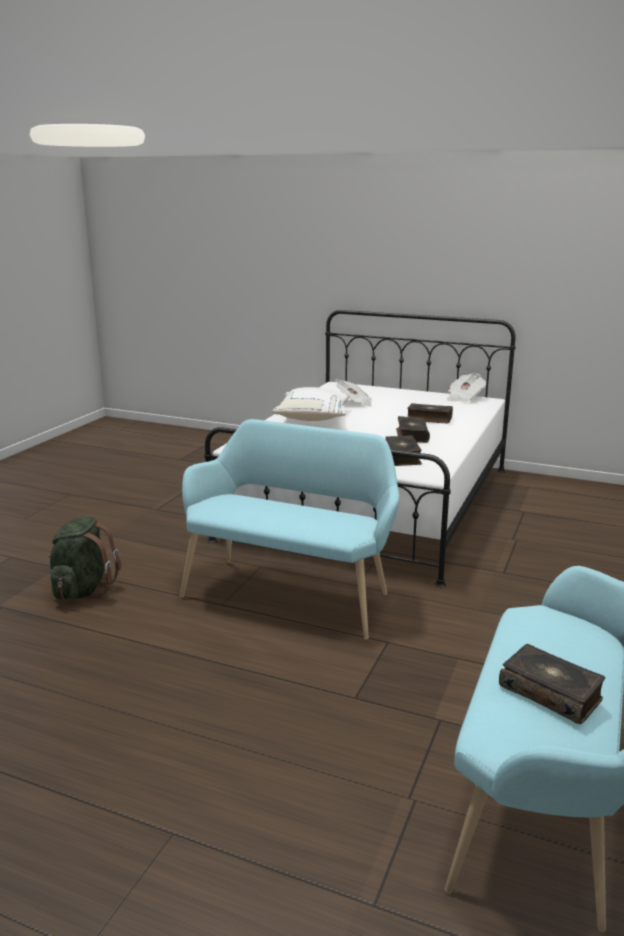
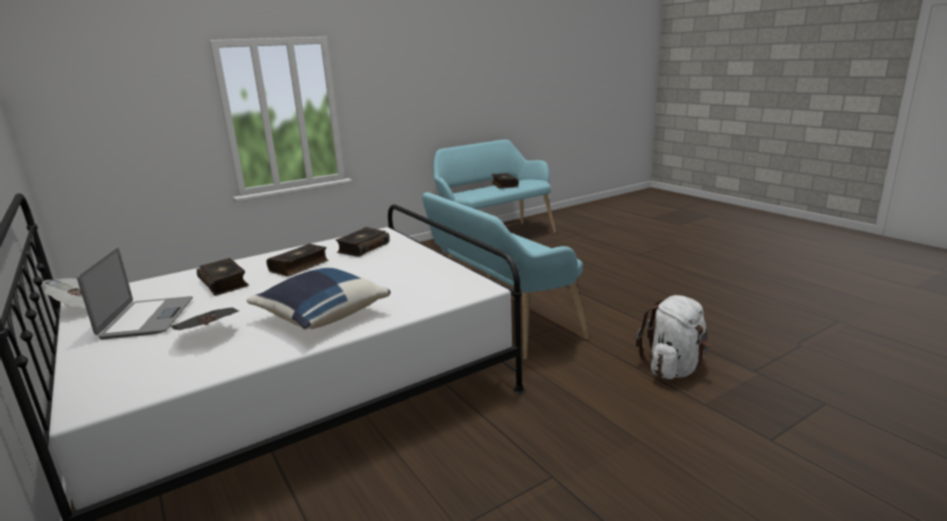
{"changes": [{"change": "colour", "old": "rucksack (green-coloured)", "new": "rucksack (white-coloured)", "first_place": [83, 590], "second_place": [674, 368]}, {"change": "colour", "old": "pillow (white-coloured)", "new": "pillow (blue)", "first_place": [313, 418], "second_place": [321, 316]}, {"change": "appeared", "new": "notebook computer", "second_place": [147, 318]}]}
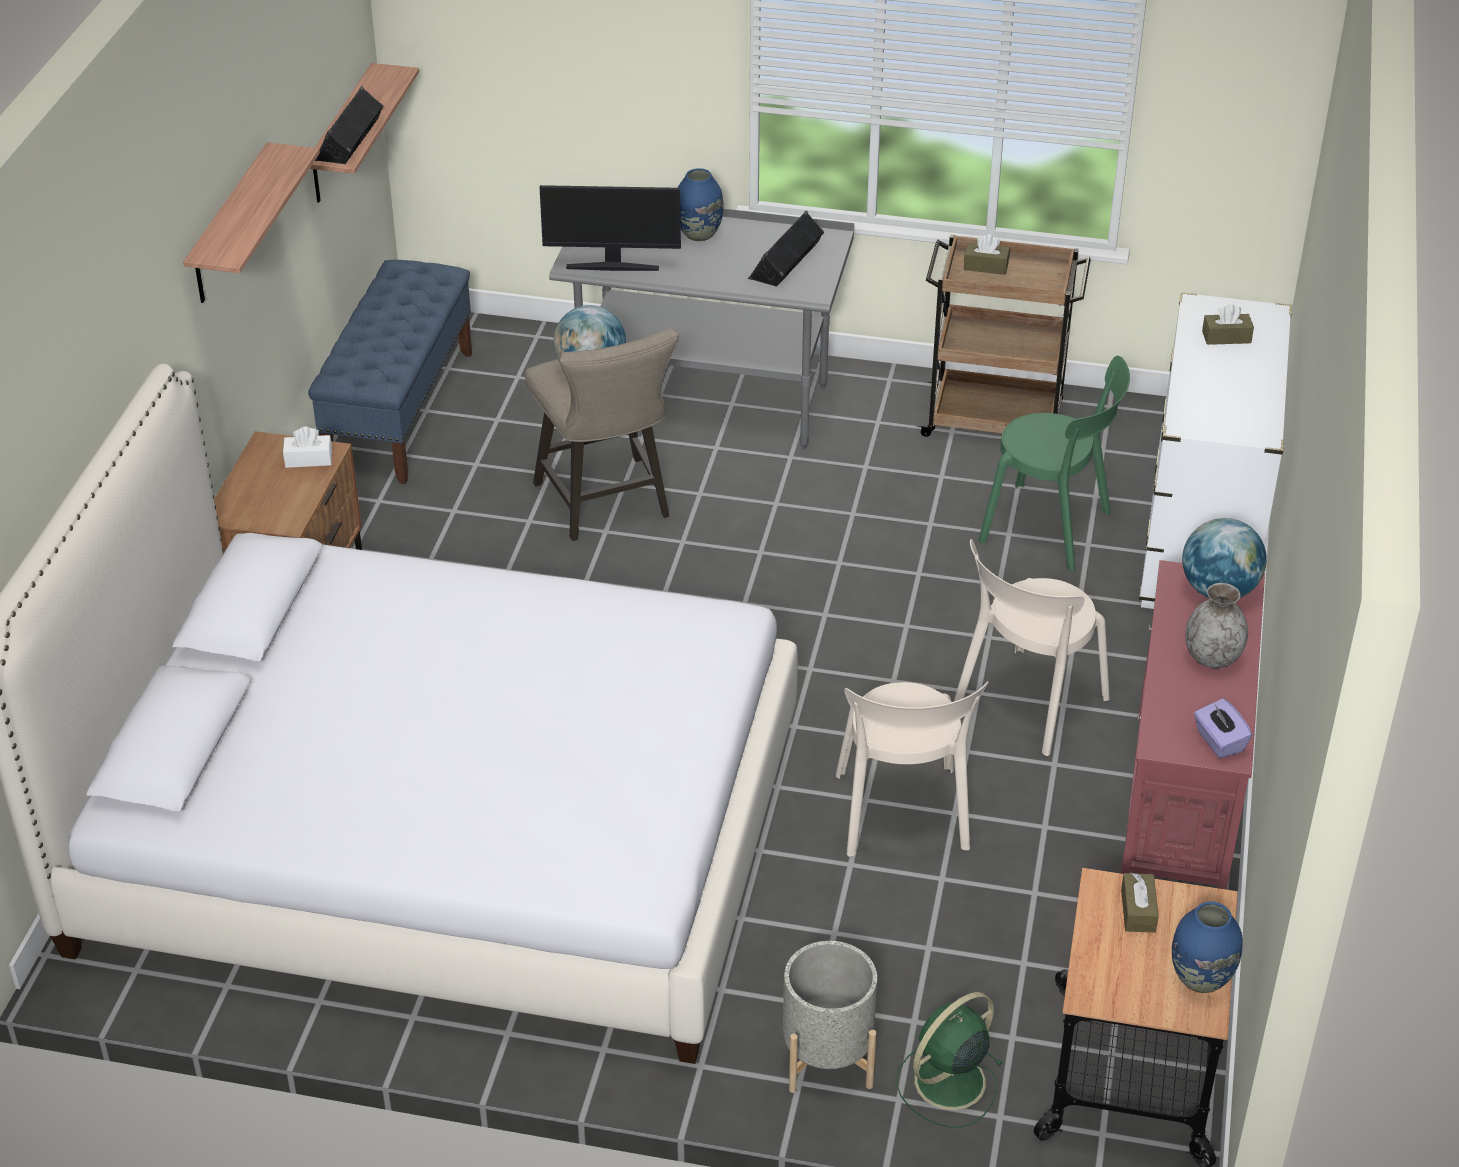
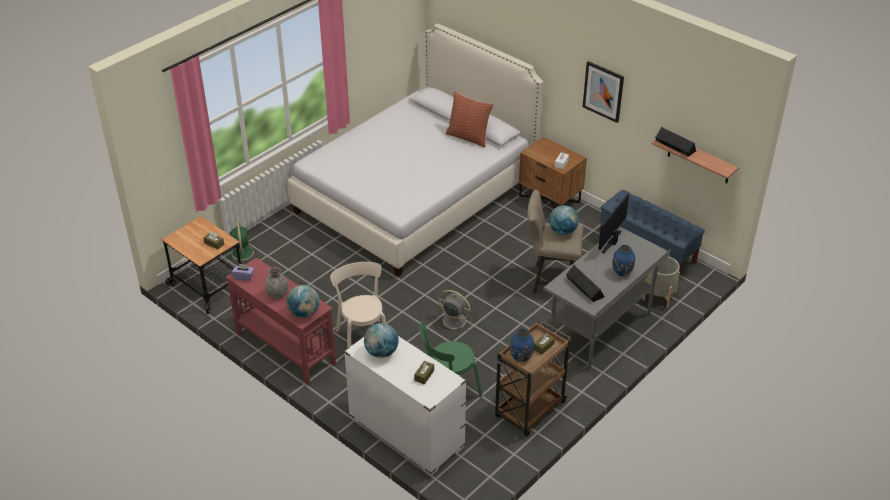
{"changes": [{"change": "exchanged", "old": "bracket shelf", "new": "wall art", "first_place": [230, 226], "second_place": [603, 91]}, {"change": "relocated", "old": "plant pot (gray)", "first_place": [827, 1057], "second_place": [659, 295]}, {"change": "missing", "old": "plain chair (beige-coloured)", "first_place": [902, 817]}, {"change": "relocated", "old": "flower vase (blue)", "first_place": [1200, 979], "second_place": [521, 357]}, {"change": "appeared", "new": "desk globe", "second_place": [381, 352]}, {"change": "appeared", "new": "cooling fan (gray)", "second_place": [453, 320]}, {"change": "appeared", "new": "pillow", "second_place": [468, 137]}]}
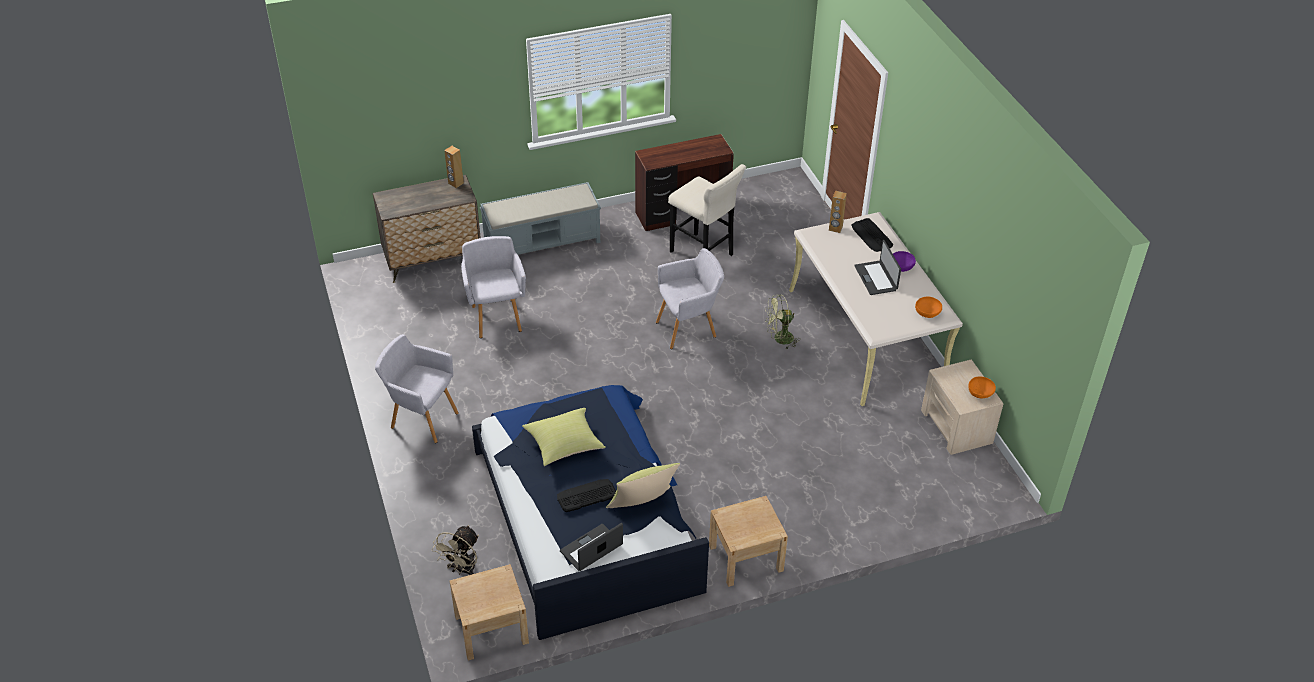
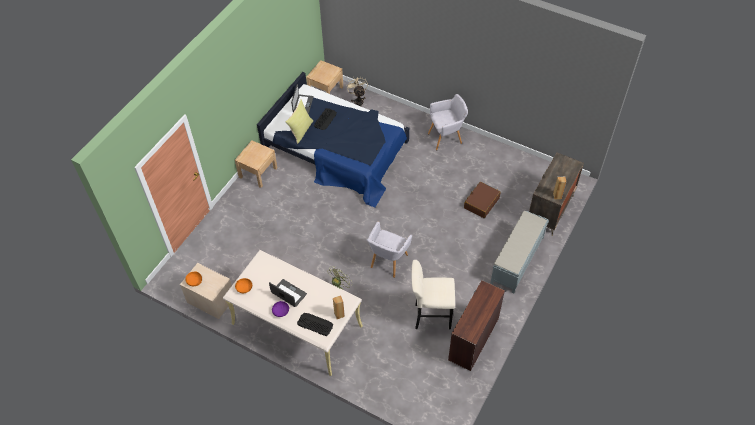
{"changes": [{"change": "exchanged", "old": "easy chair (gray)", "new": "travel case (brown)", "first_place": [496, 316], "second_place": [481, 203]}, {"change": "missing", "old": "pillow (yellow-coloured)", "first_place": [564, 446]}]}
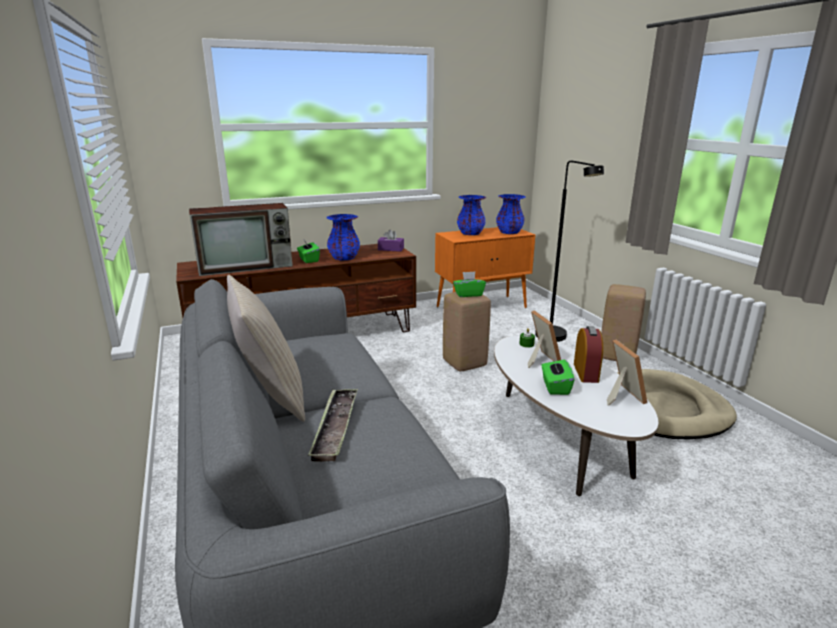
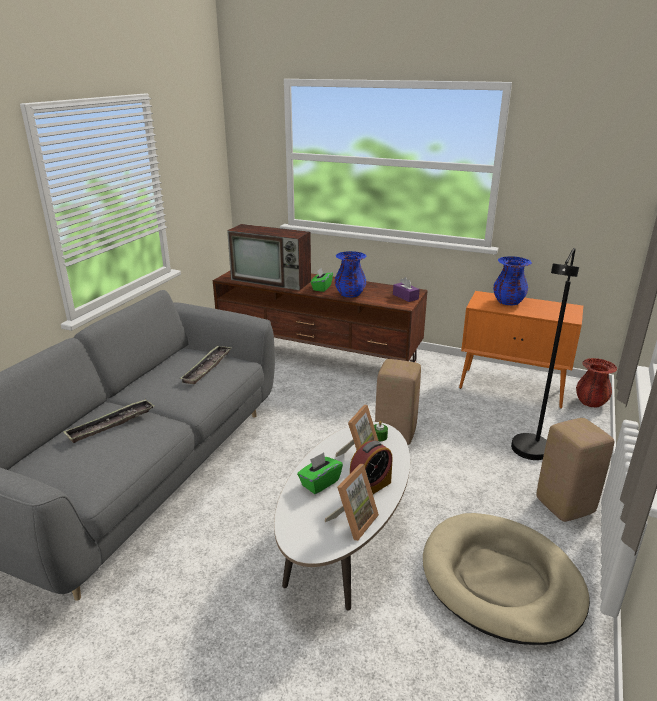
{"changes": [{"change": "missing", "old": "pillow (beige-coloured)", "first_place": [270, 396]}, {"change": "missing", "old": "box of tissues (green-coloured)", "first_place": [468, 294]}, {"change": "missing", "old": "flower vase (blue)", "first_place": [509, 232]}, {"change": "appeared", "new": "carrying tray", "second_place": [207, 367]}, {"change": "appeared", "new": "flower vase (red)", "second_place": [591, 402]}]}
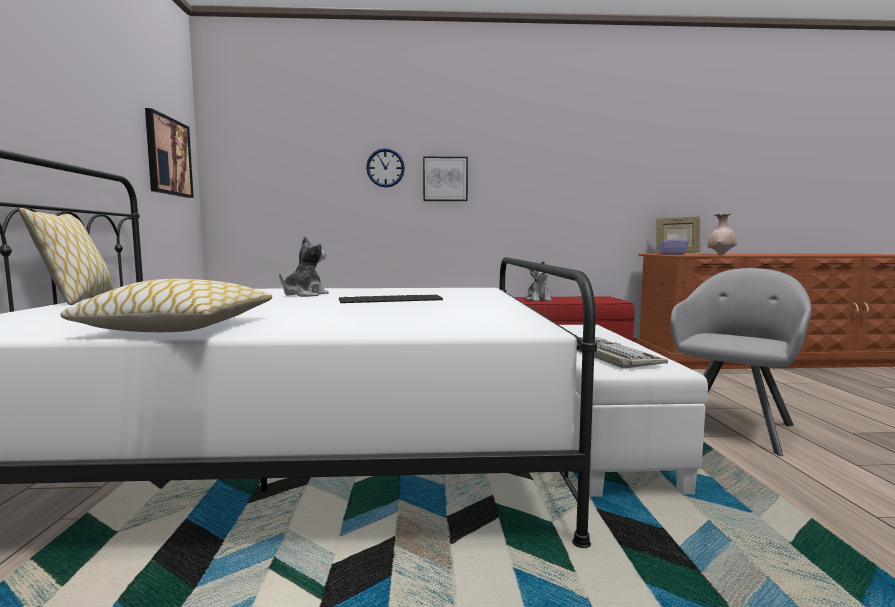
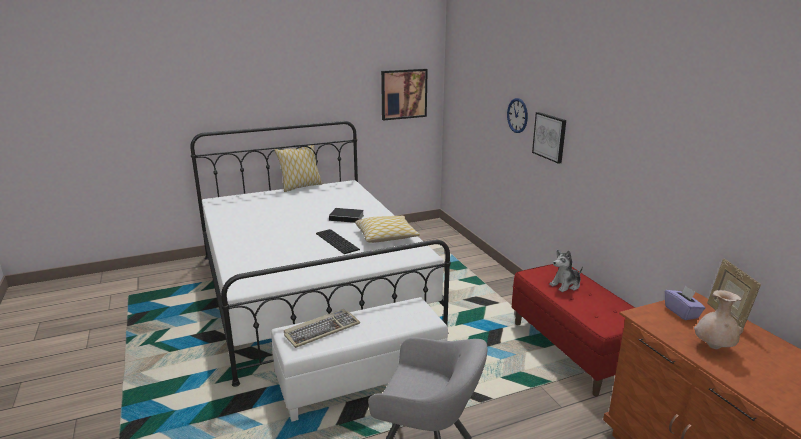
{"changes": [{"change": "relocated", "old": "pillow", "first_place": [180, 327], "second_place": [386, 236]}, {"change": "exchanged", "old": "cuddly toy", "new": "bound book", "first_place": [304, 295], "second_place": [348, 217]}]}
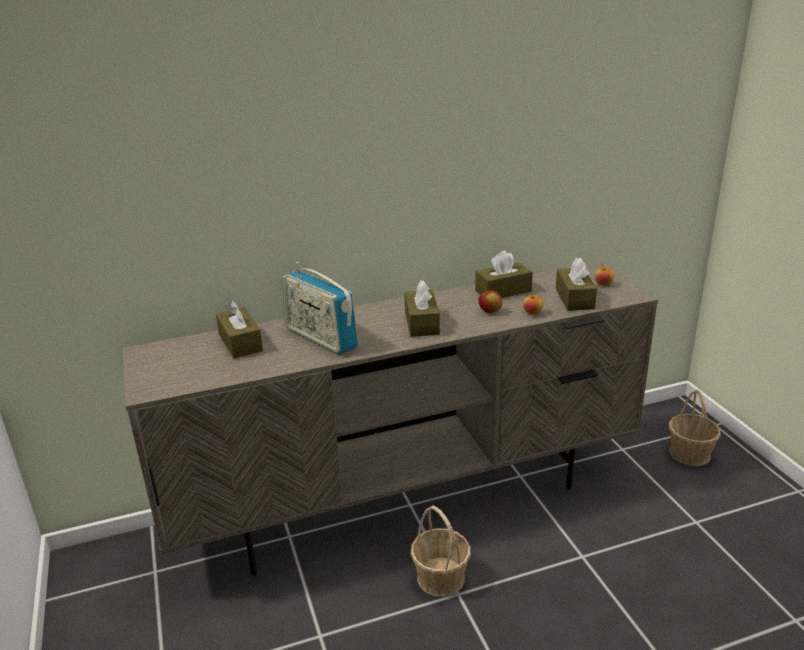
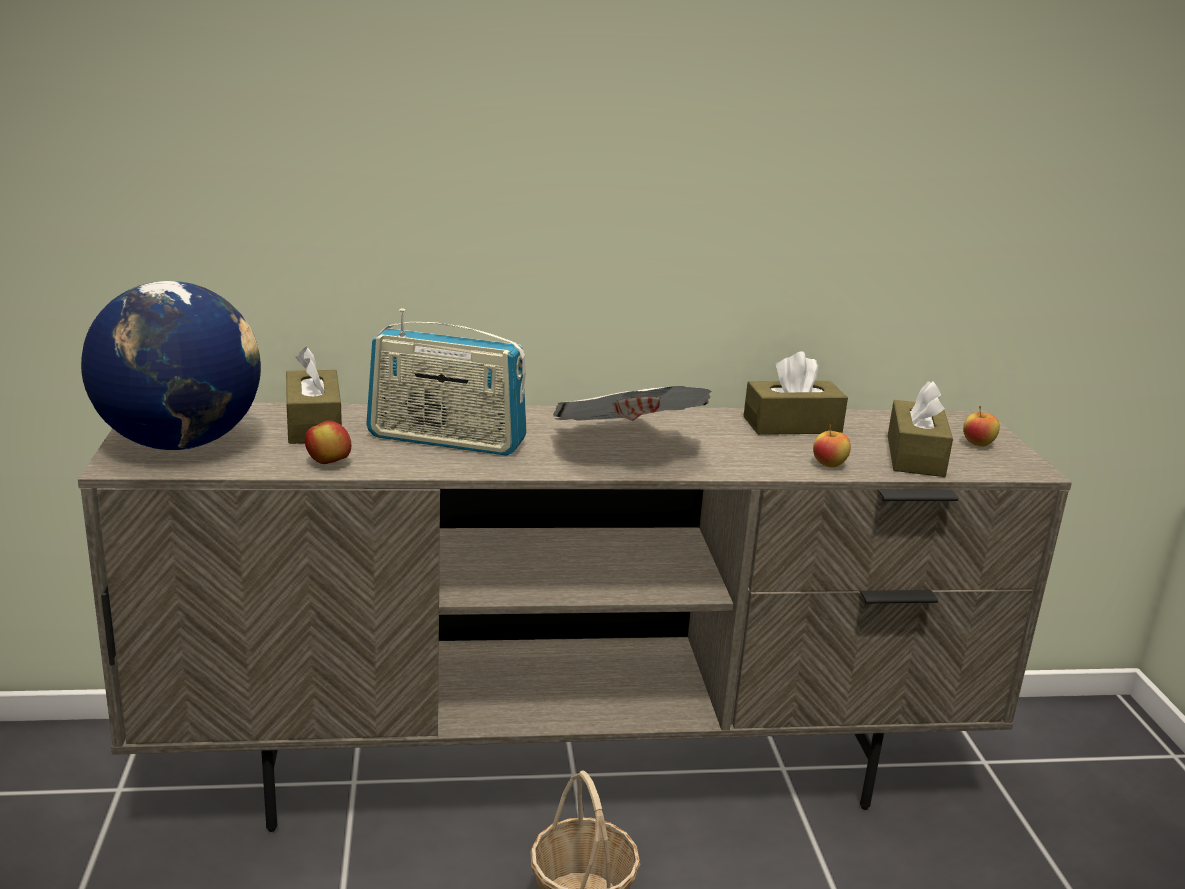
{"changes": [{"change": "spun", "old": "radio receiver", "first_place": [321, 338], "second_place": [446, 440], "degrees": -45}, {"change": "exchanged", "old": "box of tissues (brown)", "new": "printed paper", "first_place": [421, 323], "second_place": [627, 447]}, {"change": "relocated", "old": "apple", "first_place": [490, 312], "second_place": [328, 463]}, {"change": "missing", "old": "household basket", "first_place": [690, 453]}, {"change": "appeared", "new": "desk globe", "second_place": [180, 443]}]}
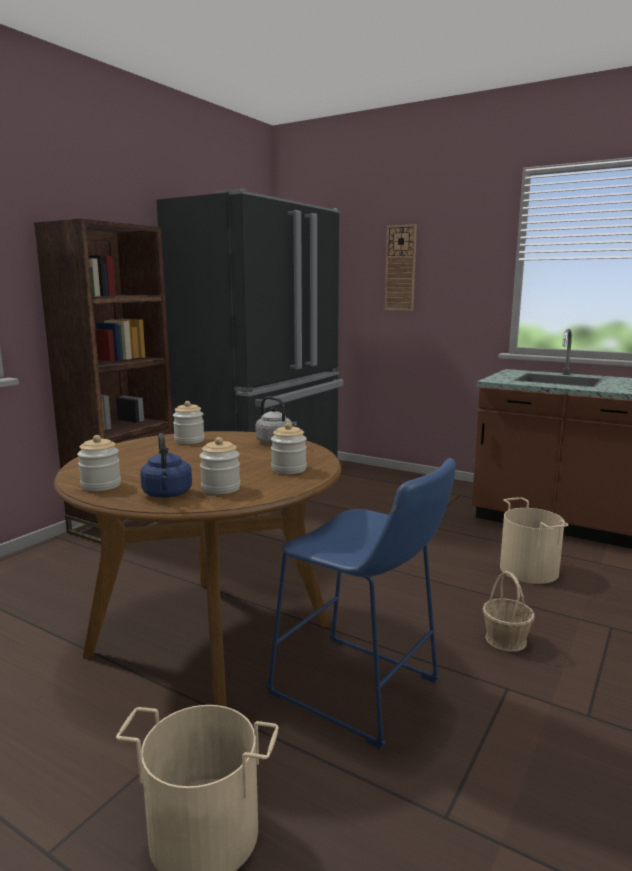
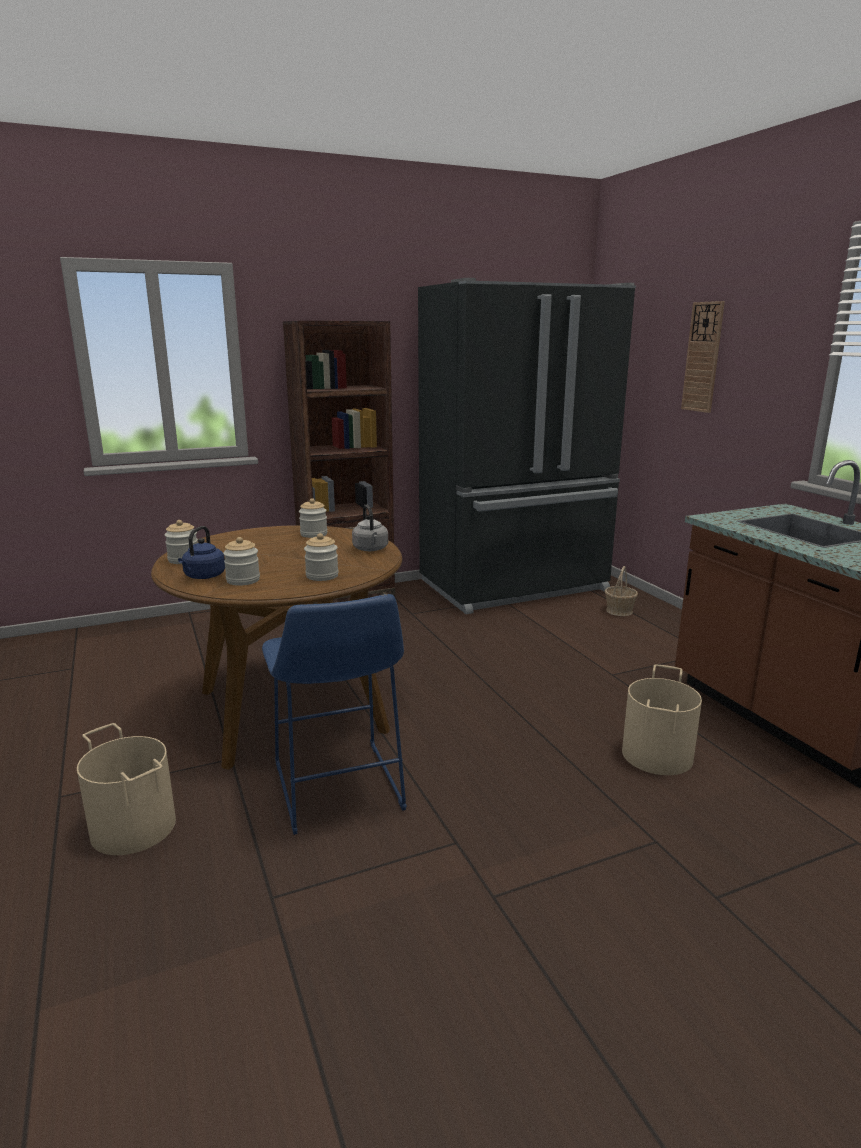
{"changes": [{"change": "relocated", "old": "household basket", "first_place": [505, 639], "second_place": [619, 611]}]}
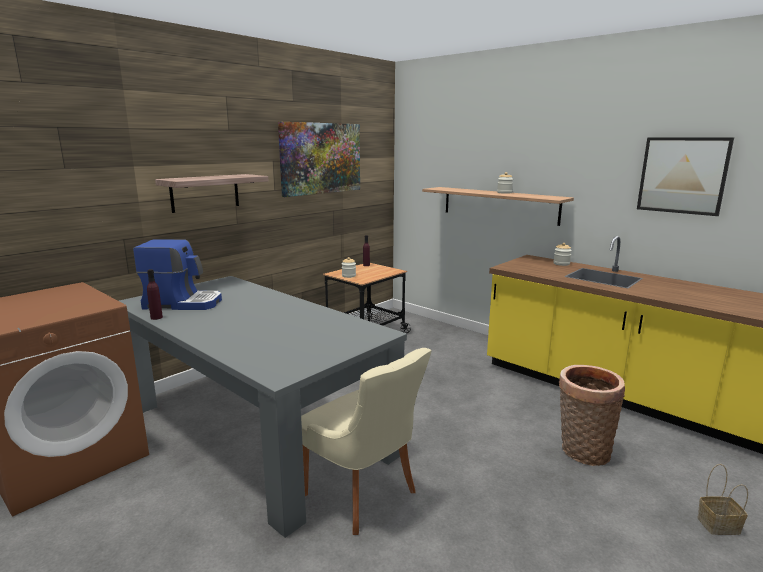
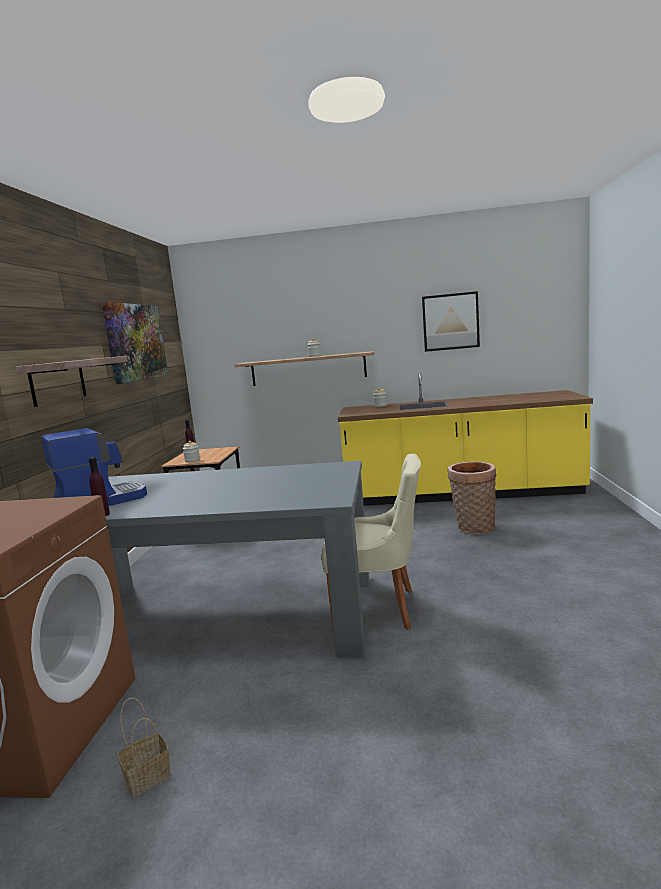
{"changes": [{"change": "relocated", "old": "household basket", "first_place": [719, 525], "second_place": [148, 776]}]}
